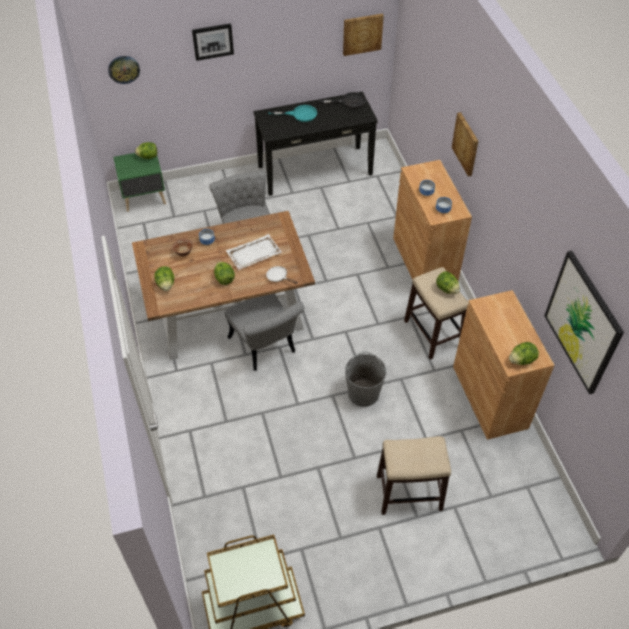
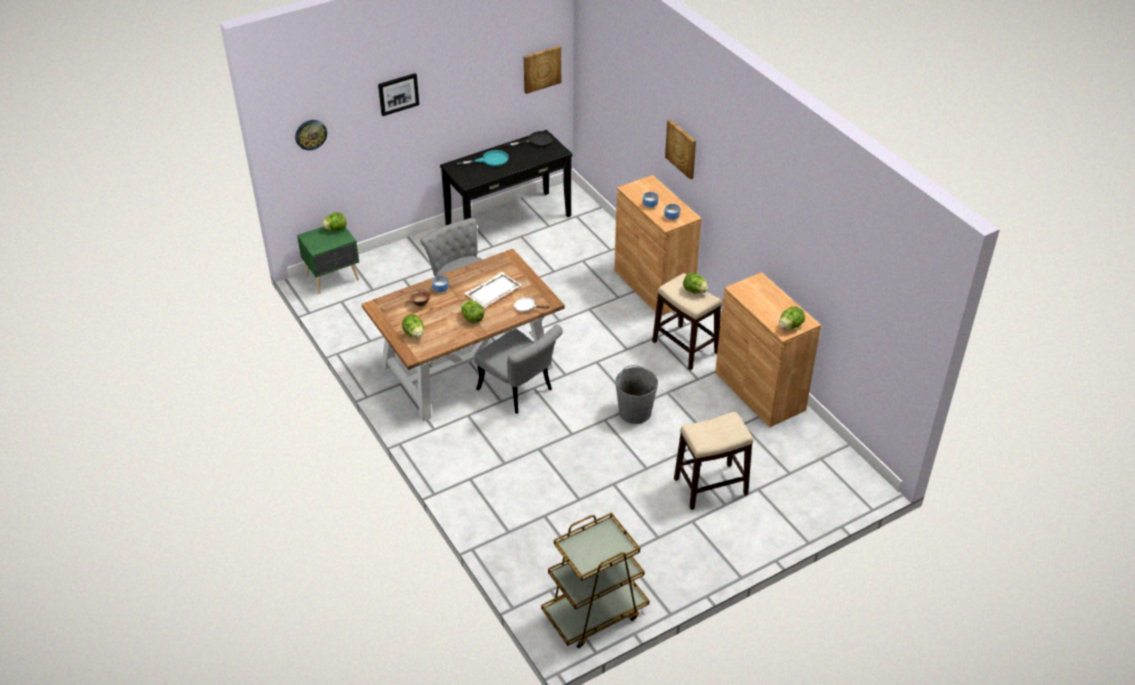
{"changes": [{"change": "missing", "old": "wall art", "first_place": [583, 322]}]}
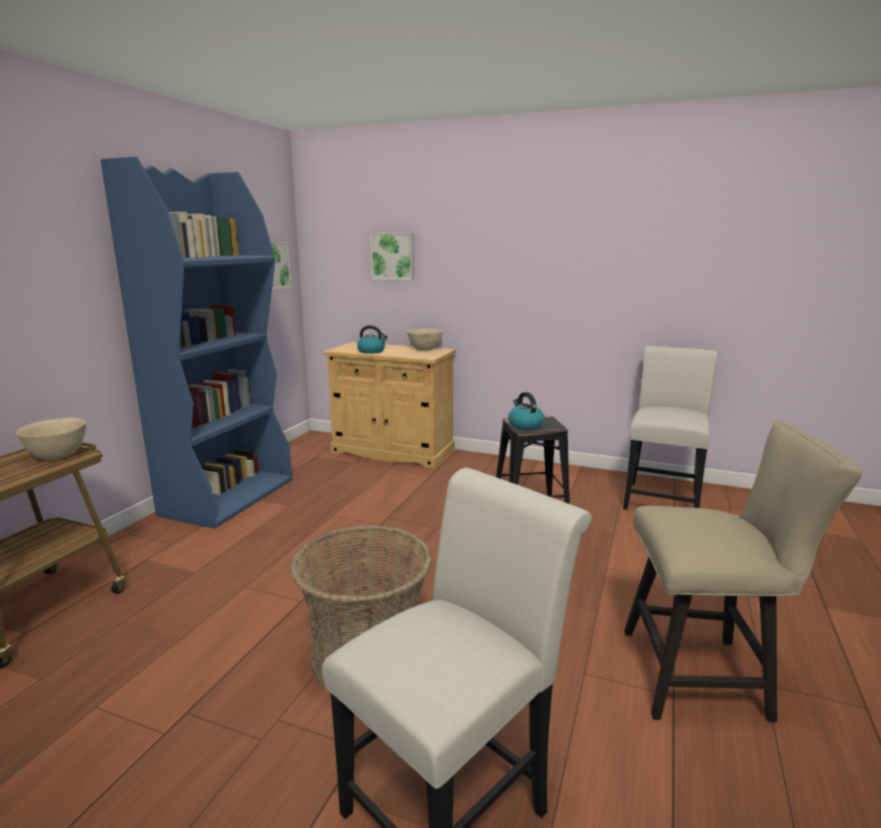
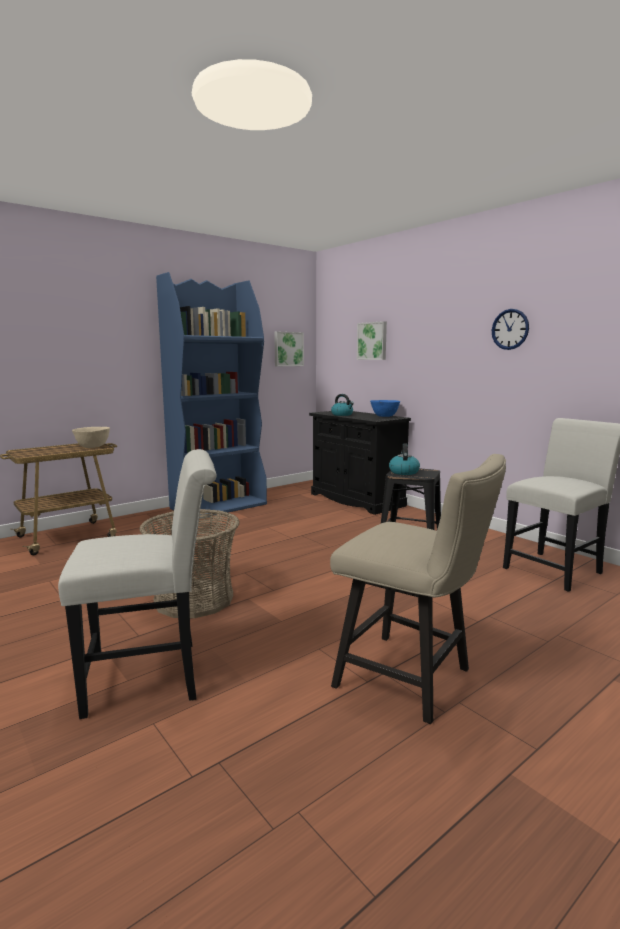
{"changes": [{"change": "colour", "old": "cupboard (beige-coloured)", "new": "cupboard (black-coloured)", "first_place": [392, 452], "second_place": [356, 500]}, {"change": "colour", "old": "deep dish (beige-coloured)", "new": "deep dish (blue)", "first_place": [424, 349], "second_place": [384, 416]}, {"change": "appeared", "new": "wall clock", "second_place": [510, 329]}]}
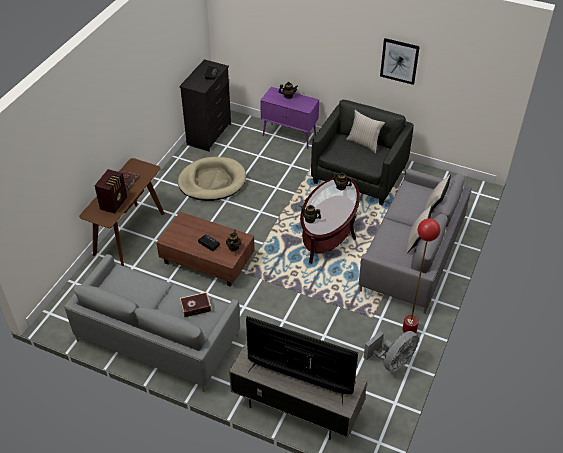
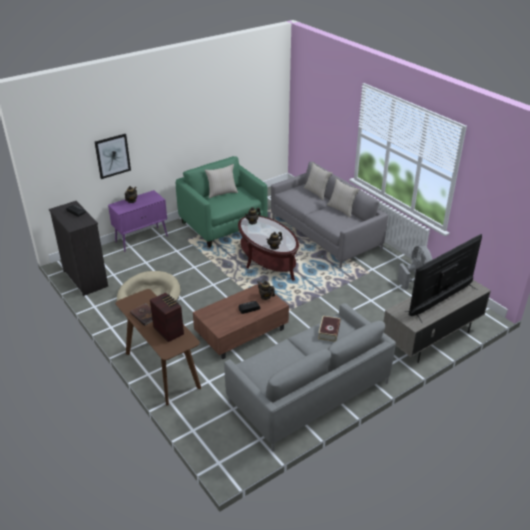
{"changes": [{"change": "colour", "old": "easy chair (gray)", "new": "easy chair (green-coloured)", "first_place": [359, 175], "second_place": [223, 225]}, {"change": "relocated", "old": "wall art", "first_place": [399, 61], "second_place": [112, 156]}, {"change": "missing", "old": "standing lamp (red)", "first_place": [409, 329]}]}
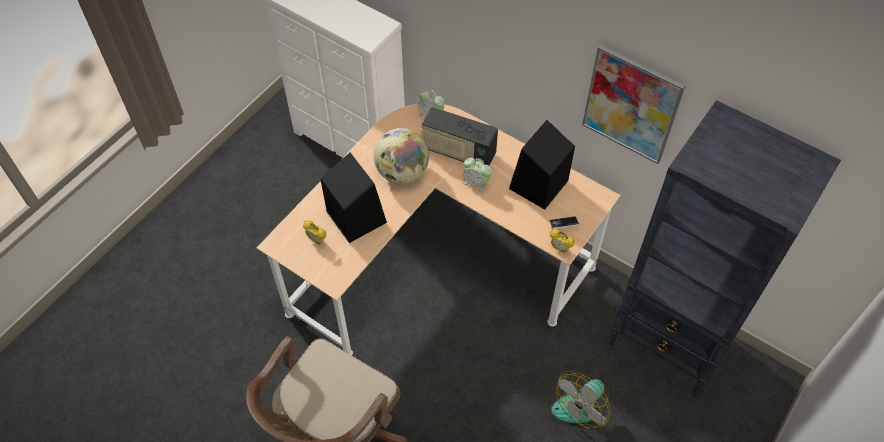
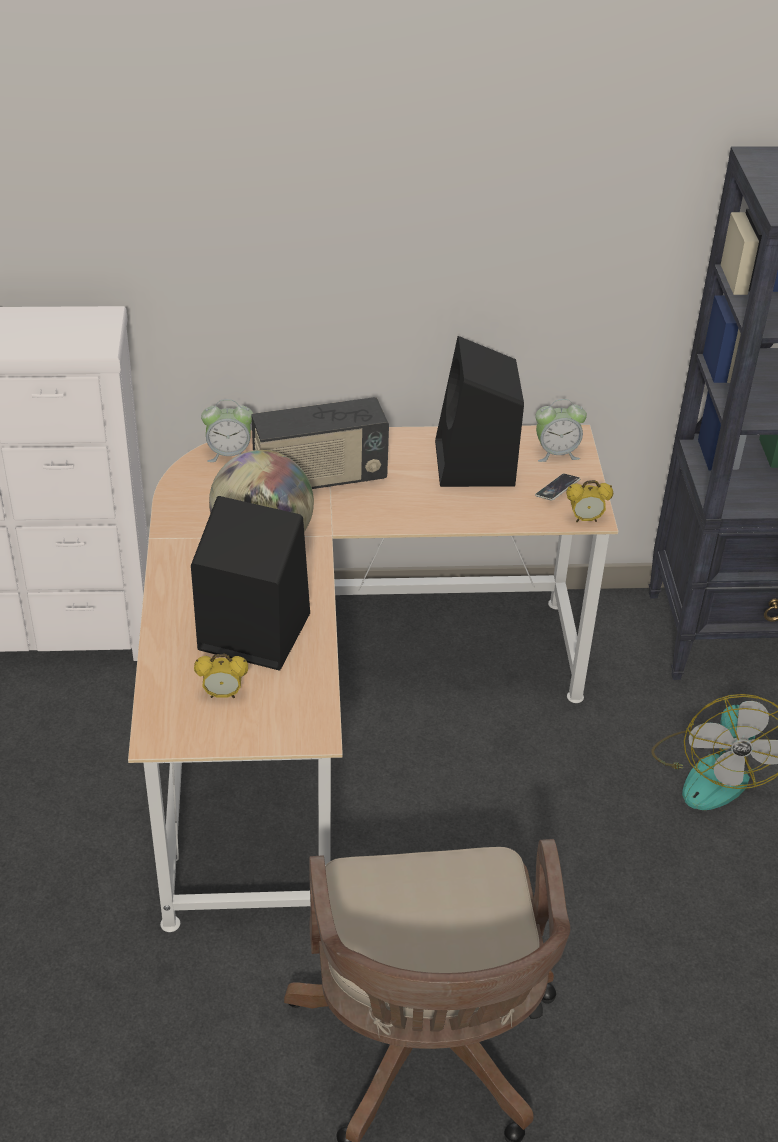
{"changes": [{"change": "relocated", "old": "bedside clock", "first_place": [476, 183], "second_place": [556, 453]}, {"change": "missing", "old": "wall art", "first_place": [631, 104]}]}
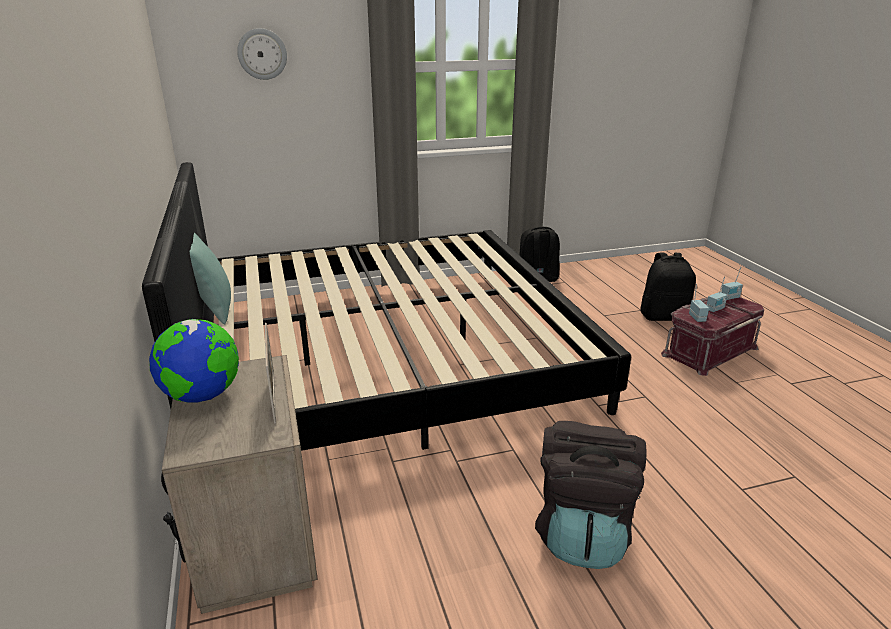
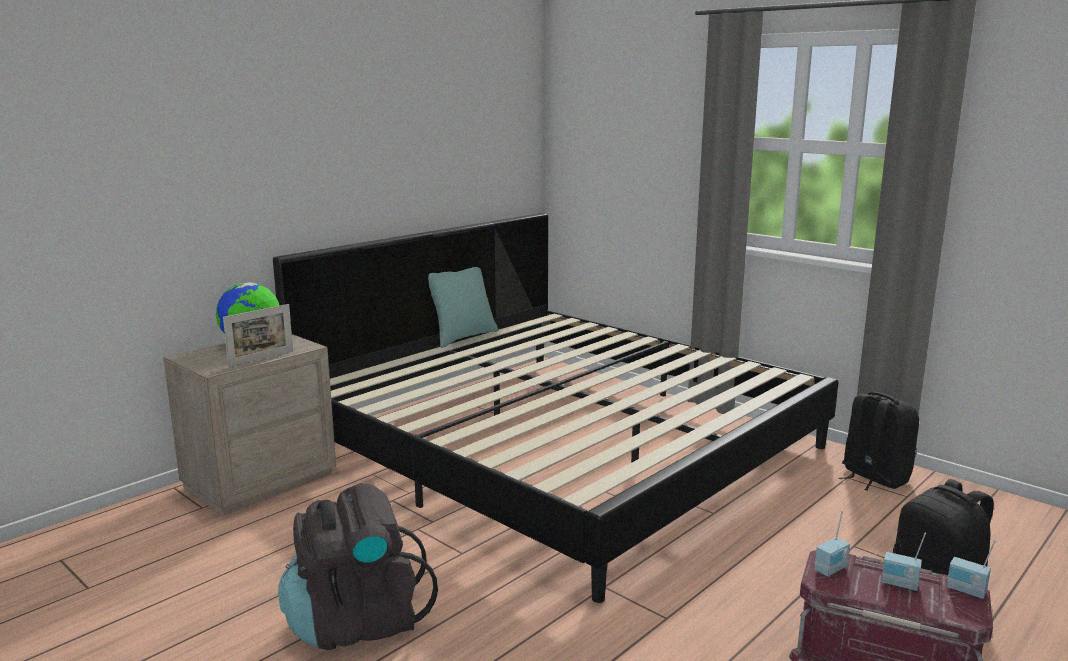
{"changes": [{"change": "missing", "old": "wall clock", "first_place": [262, 54]}]}
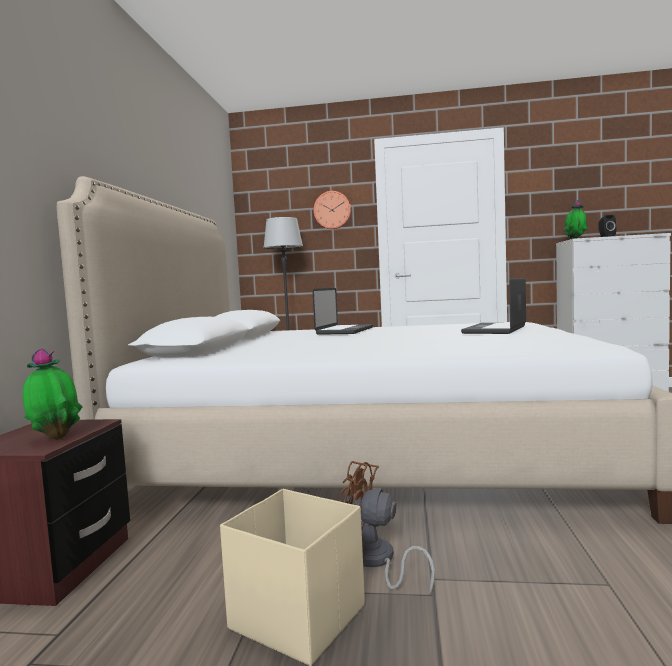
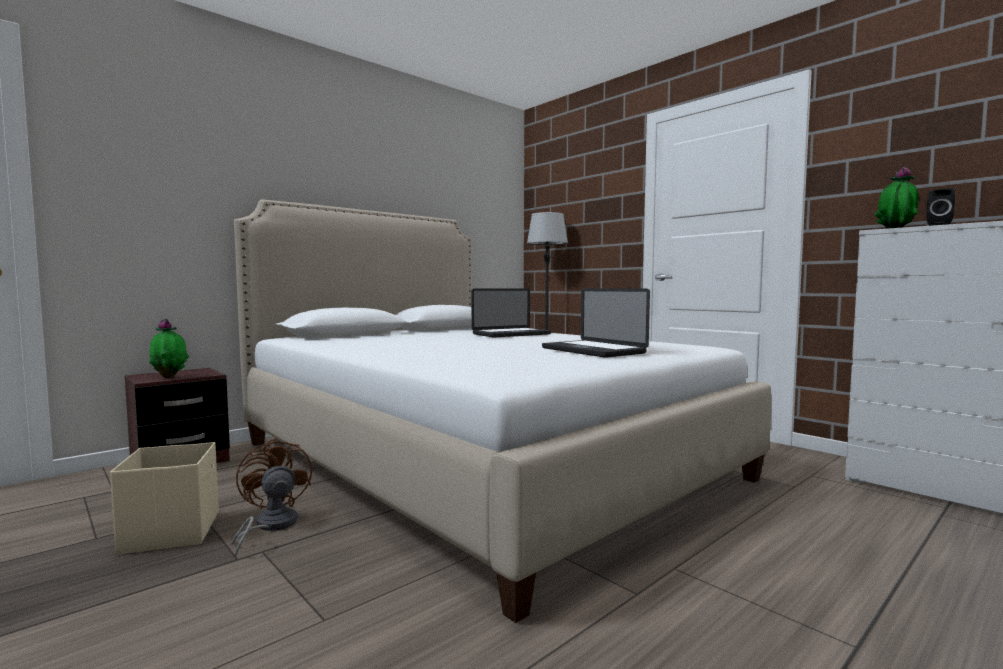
{"changes": [{"change": "missing", "old": "wall clock", "first_place": [332, 210]}, {"change": "spun", "old": "notebook computer", "first_place": [495, 330], "second_place": [592, 350], "degrees": -105}]}
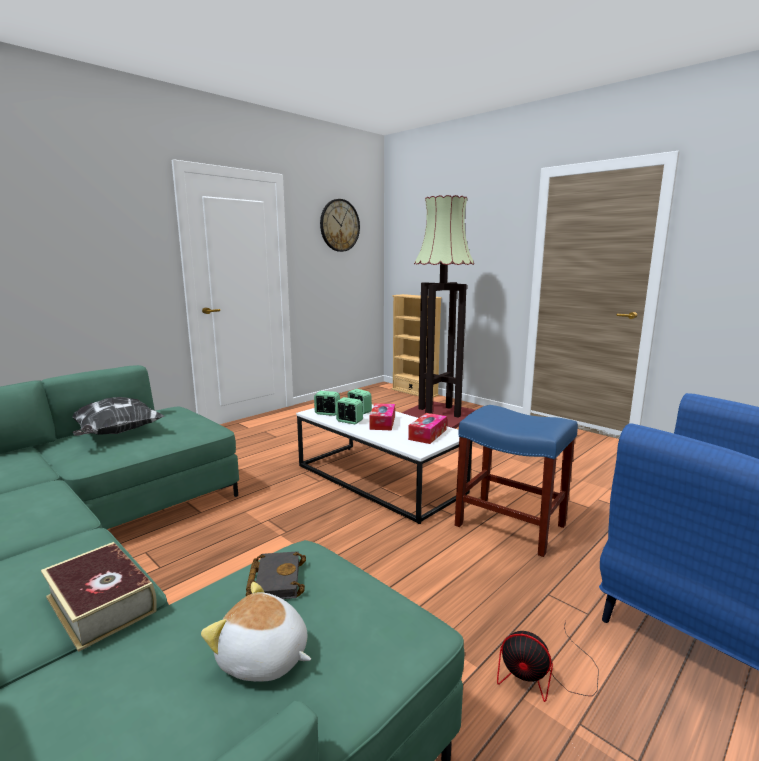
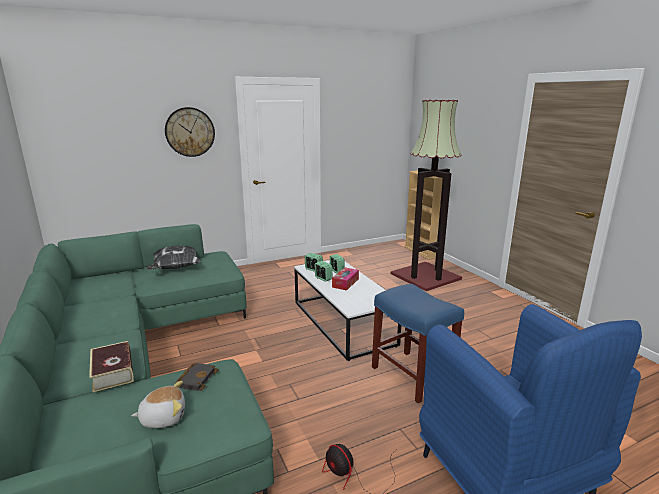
{"changes": [{"change": "spun", "old": "cuddly toy", "first_place": [263, 659], "second_place": [163, 417], "degrees": 120}, {"change": "relocated", "old": "wall clock", "first_place": [339, 225], "second_place": [190, 132]}, {"change": "missing", "old": "box of tissues", "first_place": [427, 434]}]}
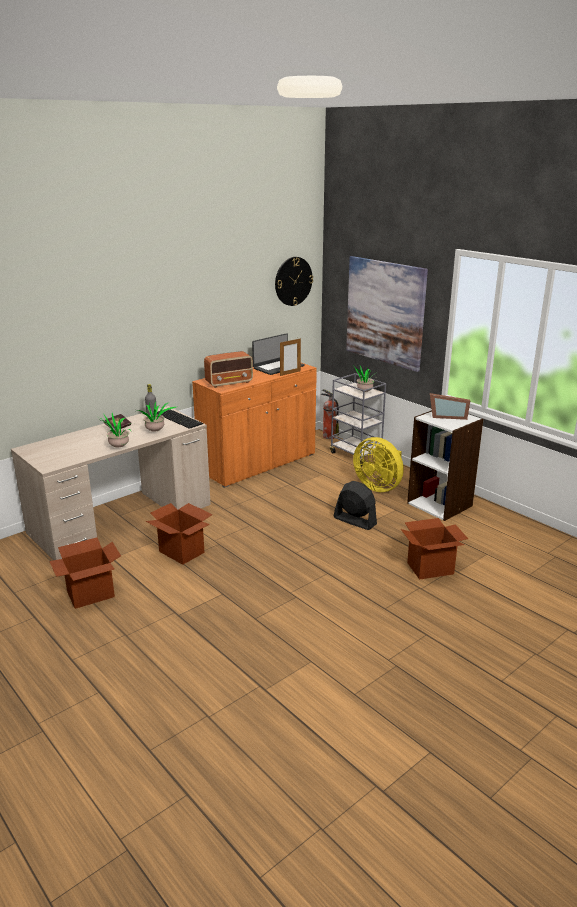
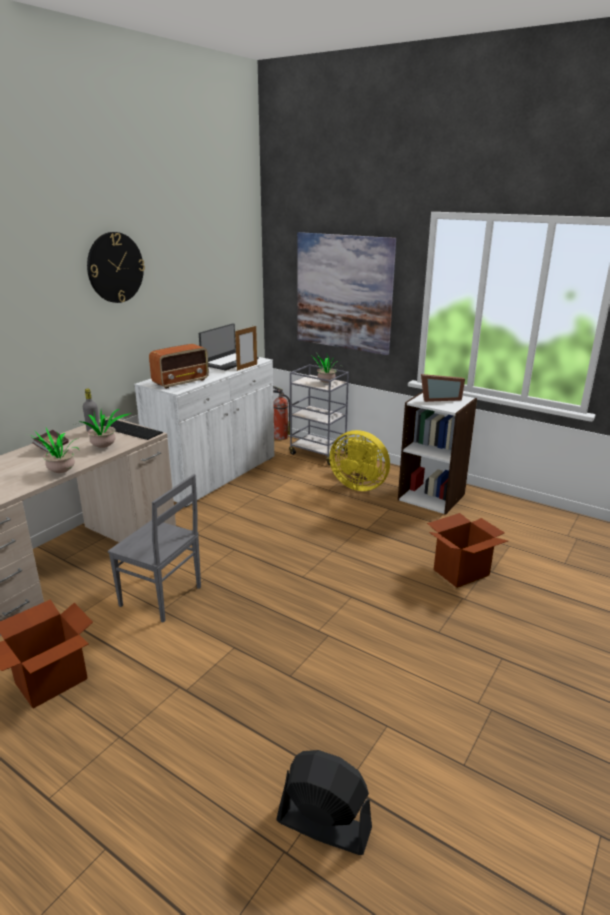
{"changes": [{"change": "exchanged", "old": "packing box", "new": "plain chair (gray)", "first_place": [182, 552], "second_place": [161, 597]}, {"change": "colour", "old": "cupboard (orange-coloured)", "new": "cupboard (white-coloured)", "first_place": [258, 463], "second_place": [215, 474]}, {"change": "relocated", "old": "wall clock", "first_place": [293, 281], "second_place": [115, 267]}, {"change": "relocated", "old": "cooling fan (black-coloured)", "first_place": [354, 521], "second_place": [323, 824]}]}
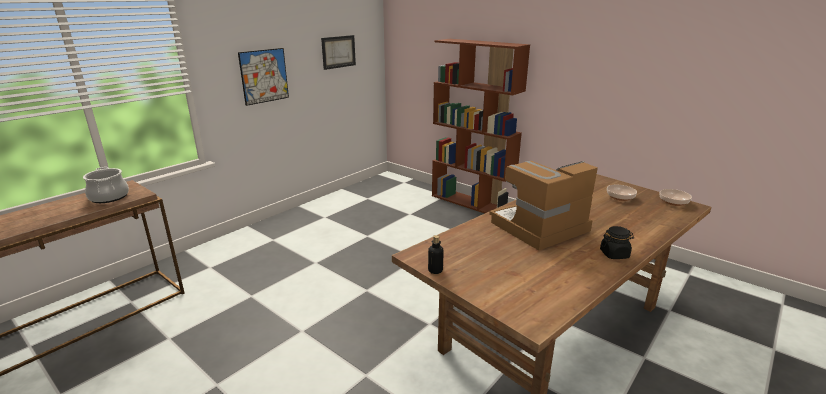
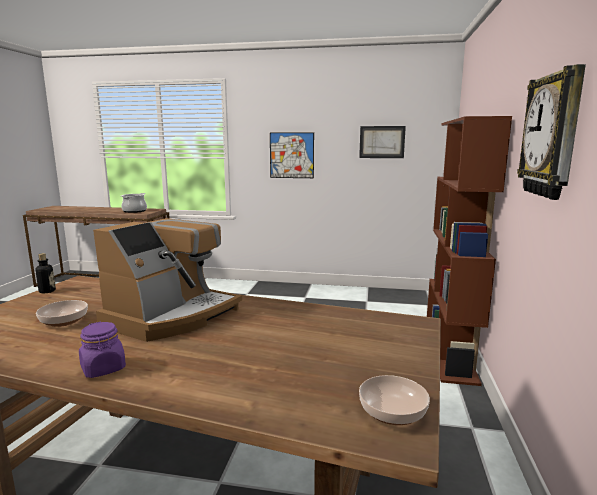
{"changes": [{"change": "spun", "old": "coffee machine", "first_place": [539, 227], "second_place": [172, 316], "degrees": 90}, {"change": "colour", "old": "jar (black-coloured)", "new": "jar (purple)", "first_place": [614, 254], "second_place": [103, 368]}, {"change": "relocated", "old": "deep dish", "first_place": [620, 197], "second_place": [64, 321]}, {"change": "appeared", "new": "wall clock", "second_place": [553, 136]}]}
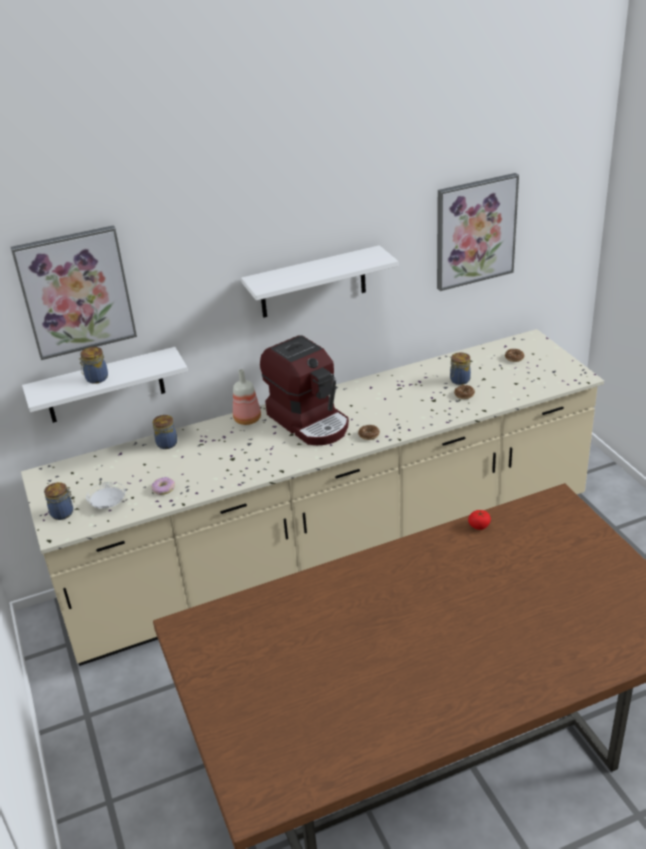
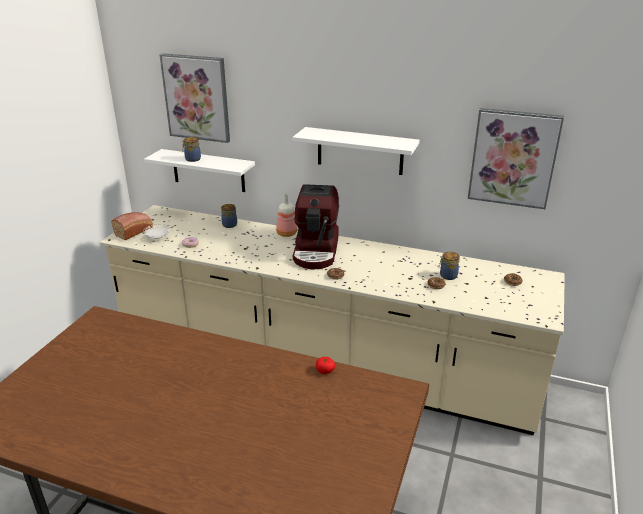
{"changes": [{"change": "exchanged", "old": "jar", "new": "bread", "first_place": [63, 513], "second_place": [135, 231]}]}
